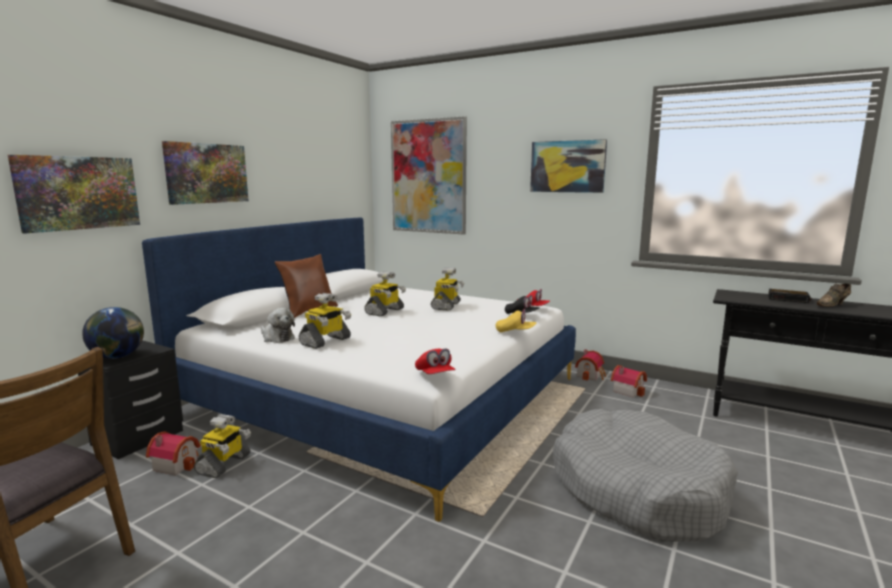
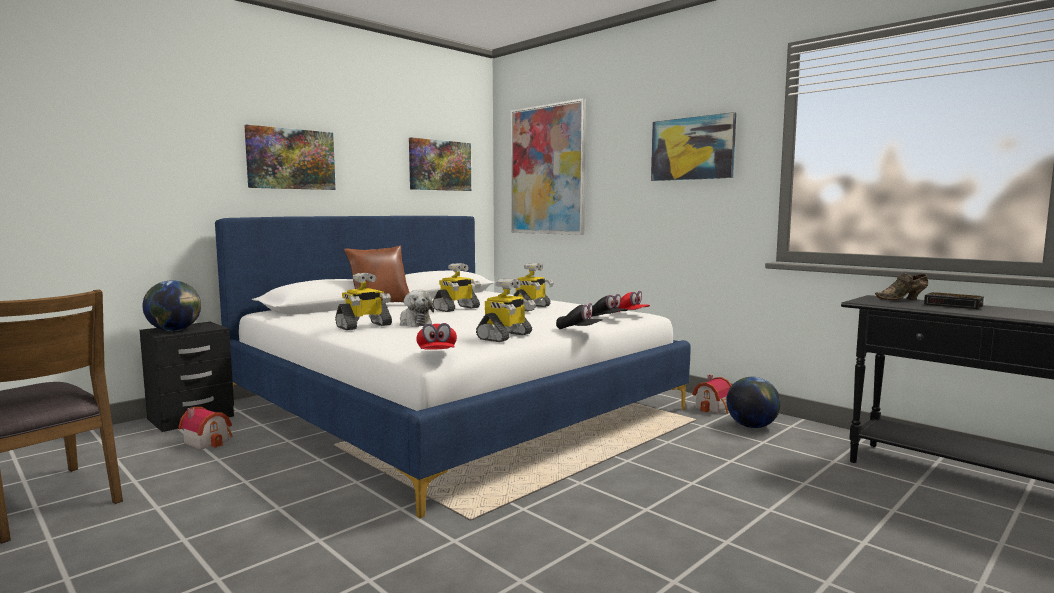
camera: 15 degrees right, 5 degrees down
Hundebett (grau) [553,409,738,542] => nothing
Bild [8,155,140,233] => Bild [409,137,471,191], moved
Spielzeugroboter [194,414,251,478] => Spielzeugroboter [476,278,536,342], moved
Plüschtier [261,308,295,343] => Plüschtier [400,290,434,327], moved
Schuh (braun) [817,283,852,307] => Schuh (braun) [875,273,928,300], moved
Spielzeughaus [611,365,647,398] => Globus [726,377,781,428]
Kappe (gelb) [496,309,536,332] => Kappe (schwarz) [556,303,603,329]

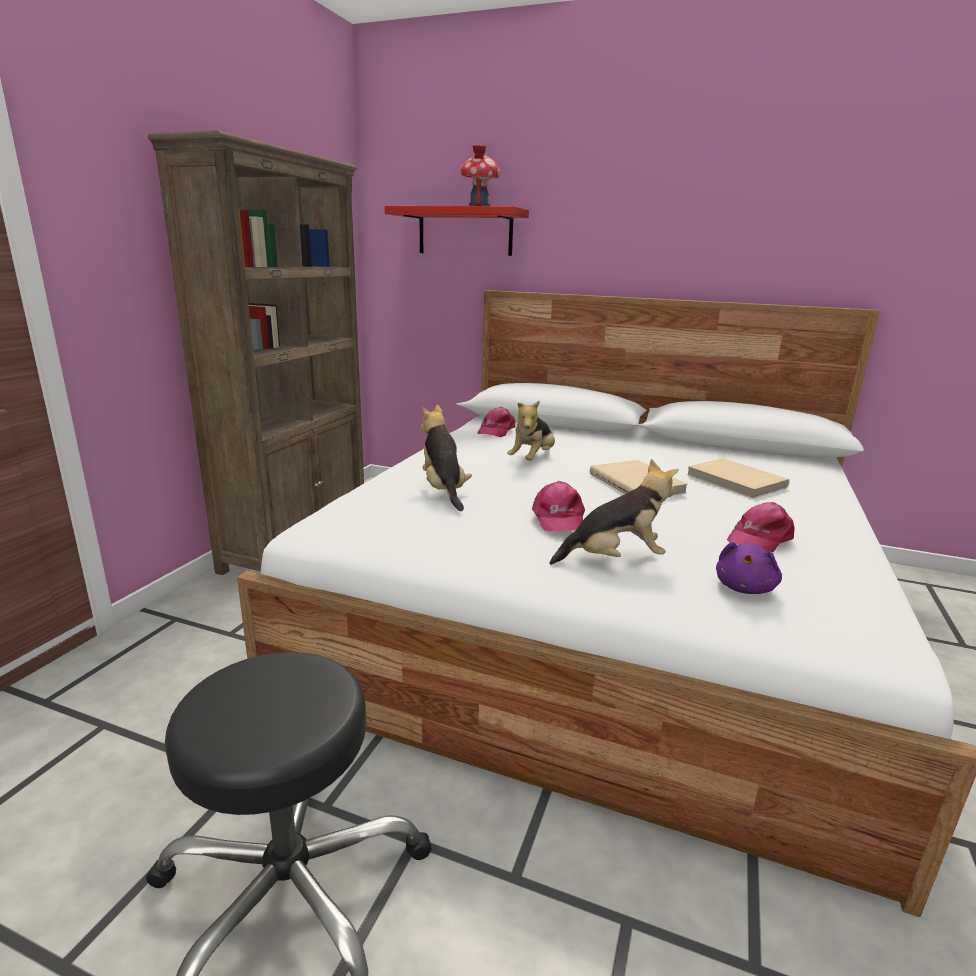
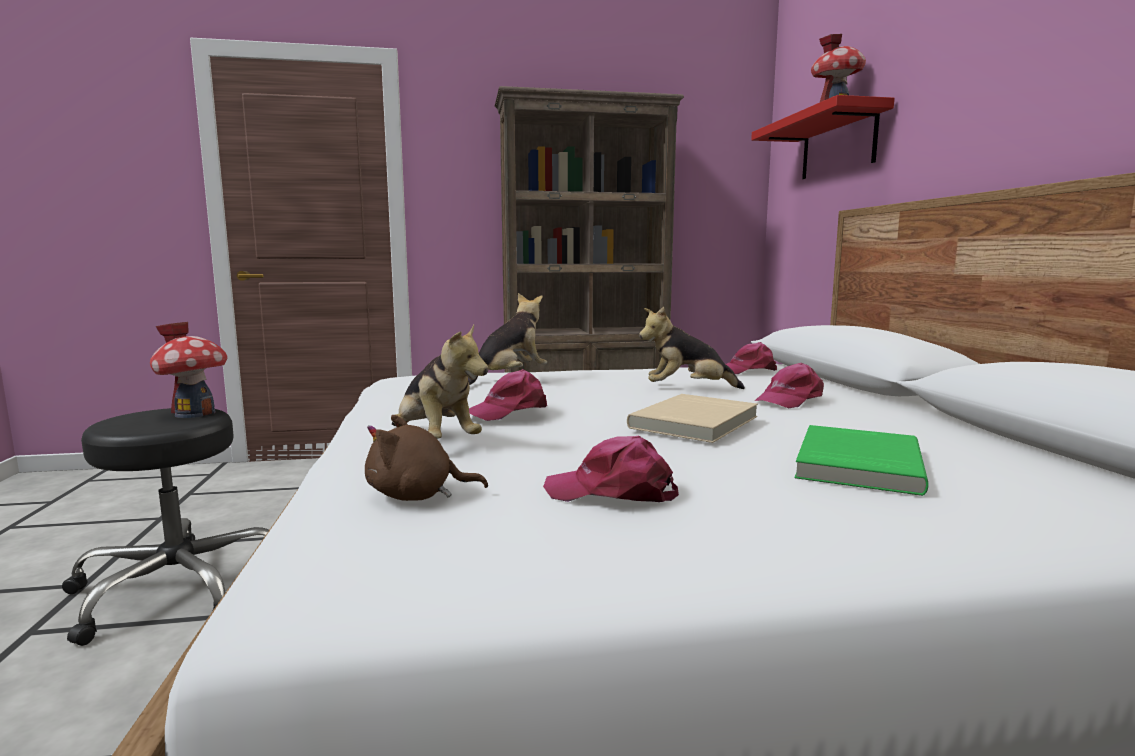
camera: 60 degrees right, 10 degrees down
nothing => Spielzeughaus [150,322,227,418]
nothing => Kappe (rosa) [755,363,824,408]
Buch (beige) [687,458,790,498] => Buch (grün) [795,425,929,496]
Plüschtier (lila) [716,542,782,594] => Plüschtier (braun) [365,415,488,501]

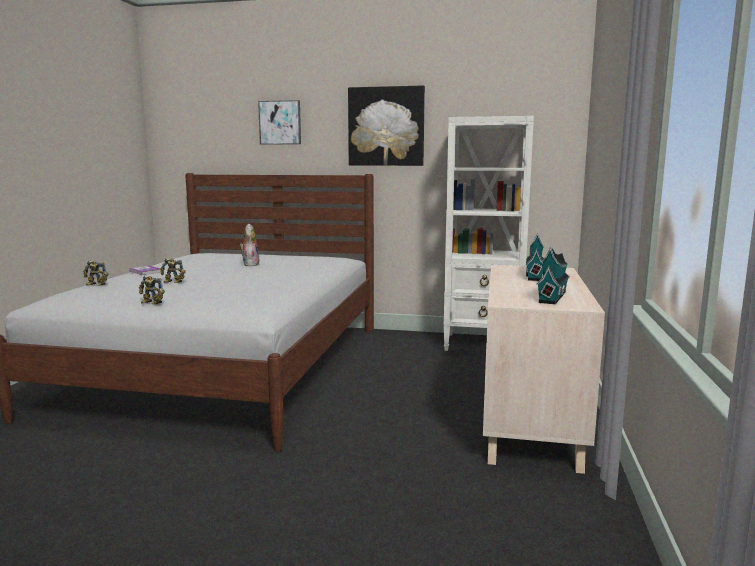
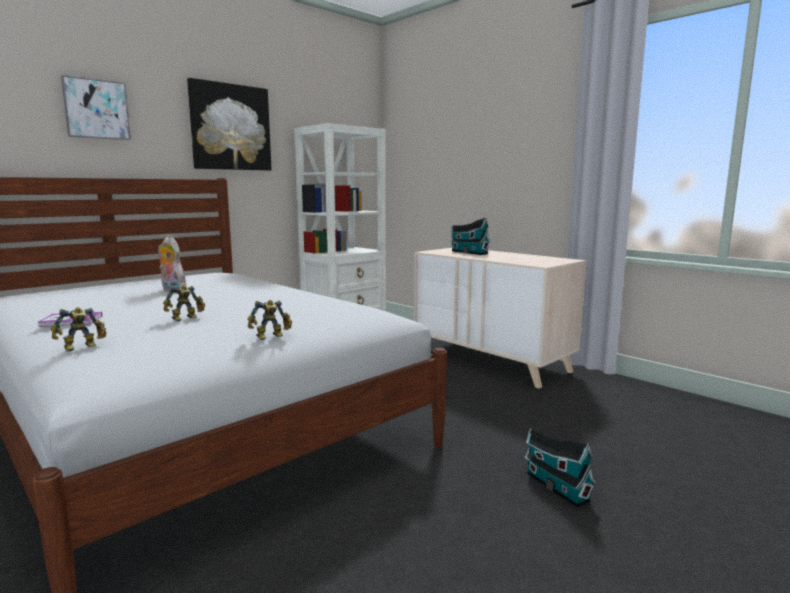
camera: 55 degrees left, 0 degrees up
Spielzeughaus [536,246,570,304] => Spielzeughaus [525,428,596,507], moved

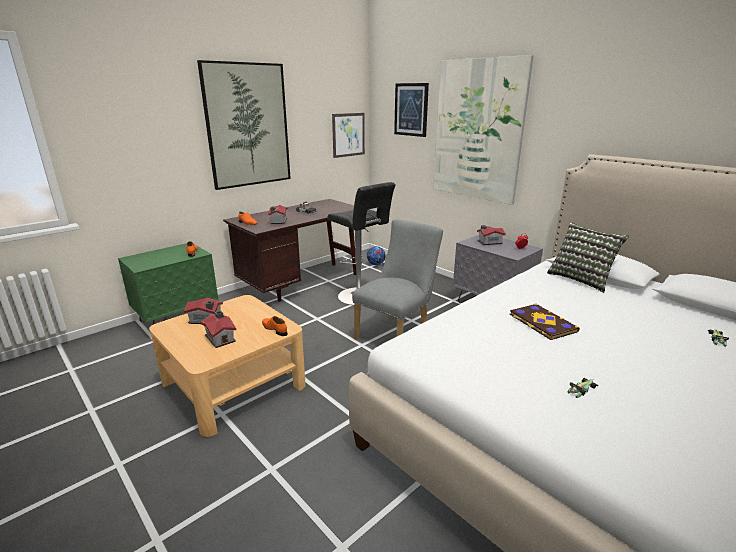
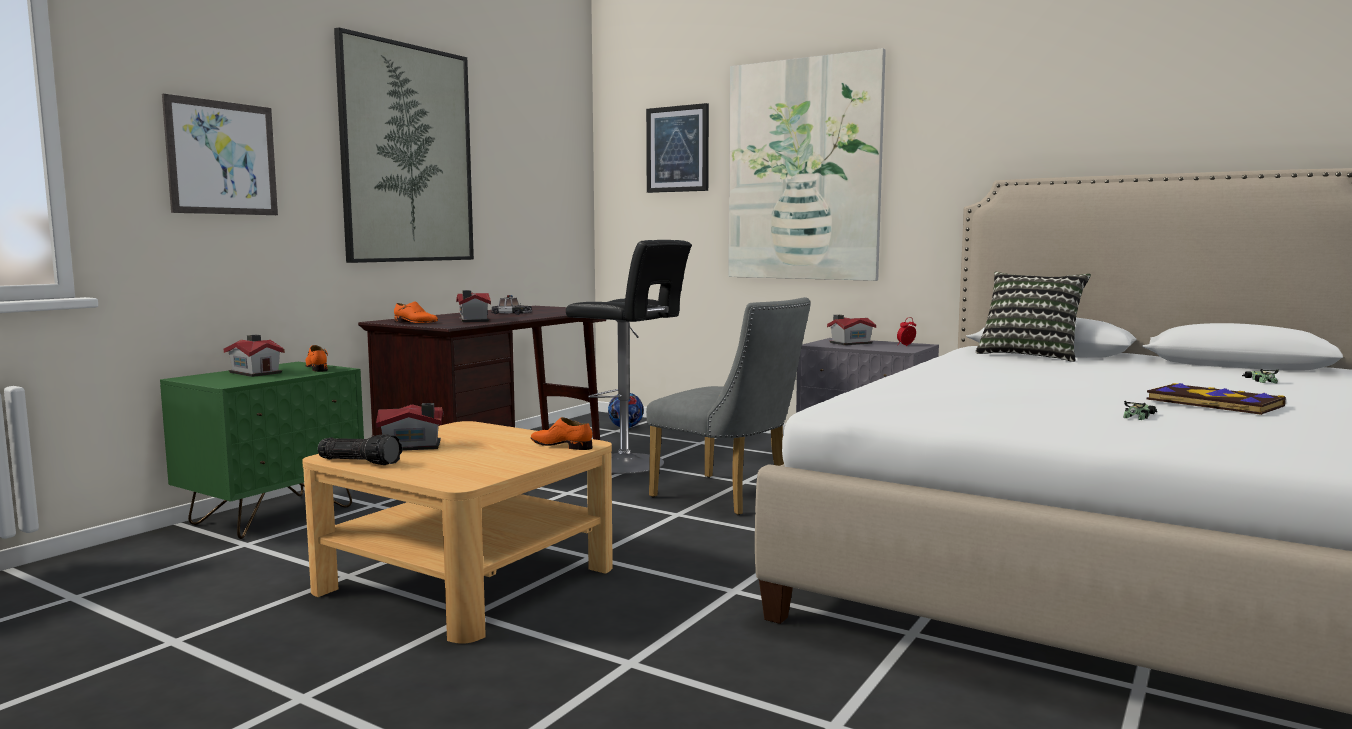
camera: 15 degrees left, 15 degrees down
nothing => Taschenlampe [318,434,402,465]
Spielzeughaus [201,311,236,348] => Spielzeughaus [224,335,285,377], moved
Bild [332,113,365,158] => Bild [162,94,278,215], moved
Buch [510,304,580,340] => Buch [1147,383,1286,415], moved
Stuhl (grau) [352,219,443,339] => Stuhl (grau) [646,297,811,515], 105 degrees clockwise

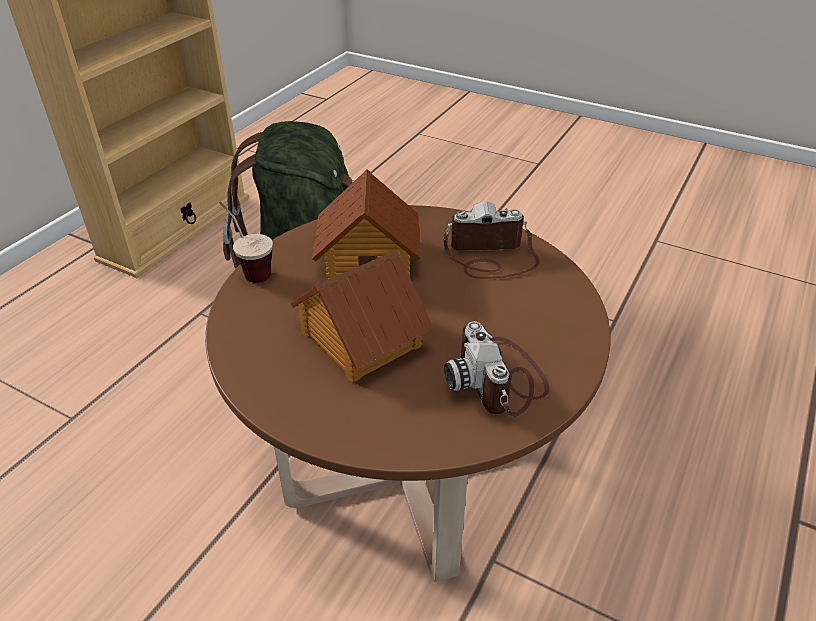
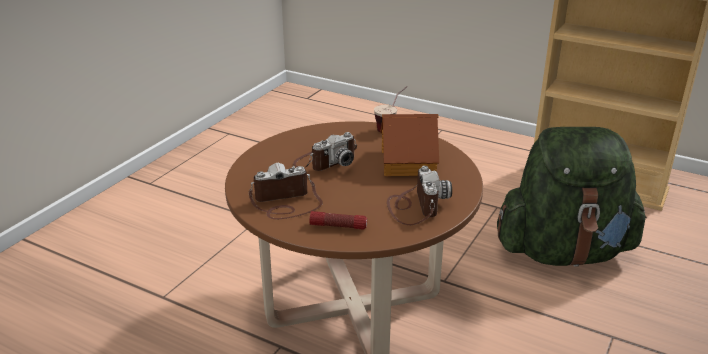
camera: 90 degrees right, 10 degrees down
nothing => Taschenlampe [310,211,367,230]
Spielzeughaus [291,249,434,382] => Kamera [293,132,357,171]

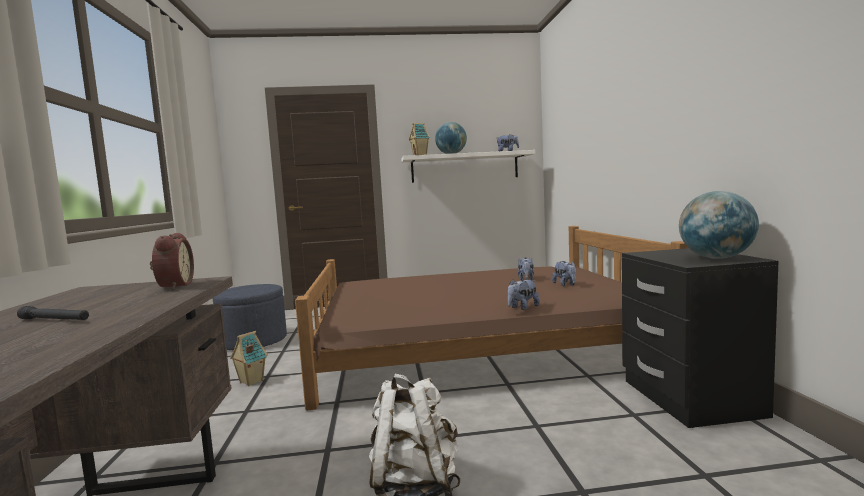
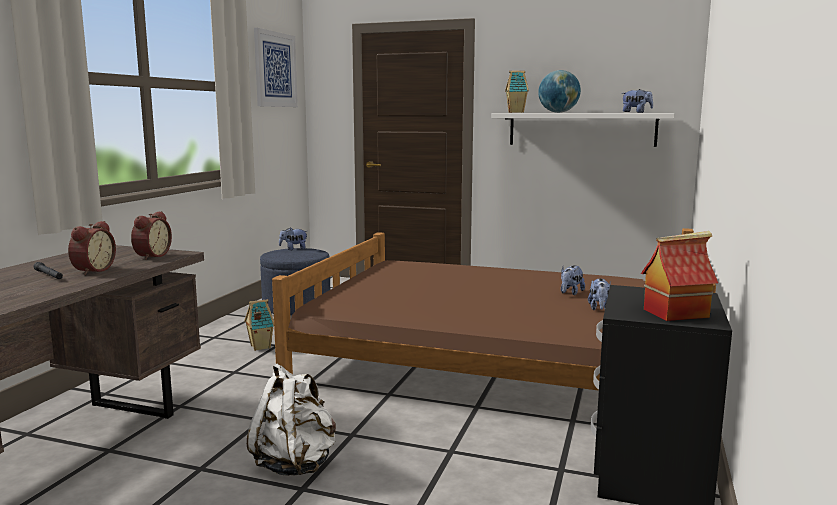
camera: 25 degrees right, 5 degrees up
nothing => Wecker [68,221,116,275]
nothing => Bild [254,28,298,107]
Plüschtier [507,279,540,310] => Plüschtier [279,227,307,250], moved
Globus [679,191,759,259] => Spielzeughaus [641,231,718,321]

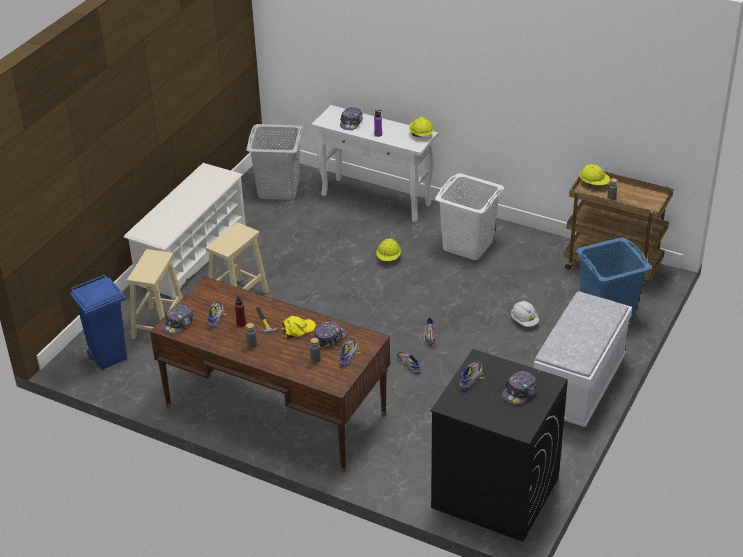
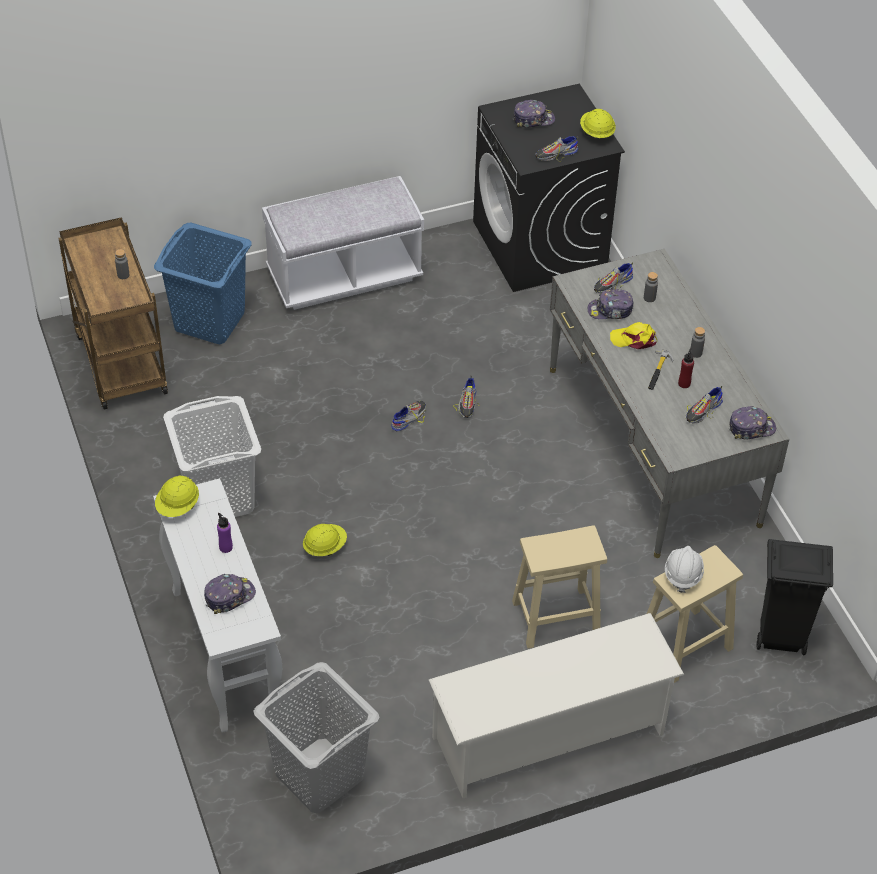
camera: 140 degrees left, 10 degrees up
Schutzhelm (weiß) [511,301,539,327] => Schutzhelm (weiß) [665,546,704,593], moved
Schutzhelm (gelb) [579,164,610,187] => Schutzhelm (gelb) [580,109,616,138], moved
Mülleimer (blau) [70,274,127,370] => Mülleimer (schwarz) [757,539,833,655]
Schreibtisch (braun) [150,276,390,472] => Schreibtisch (grau) [550,249,789,558]

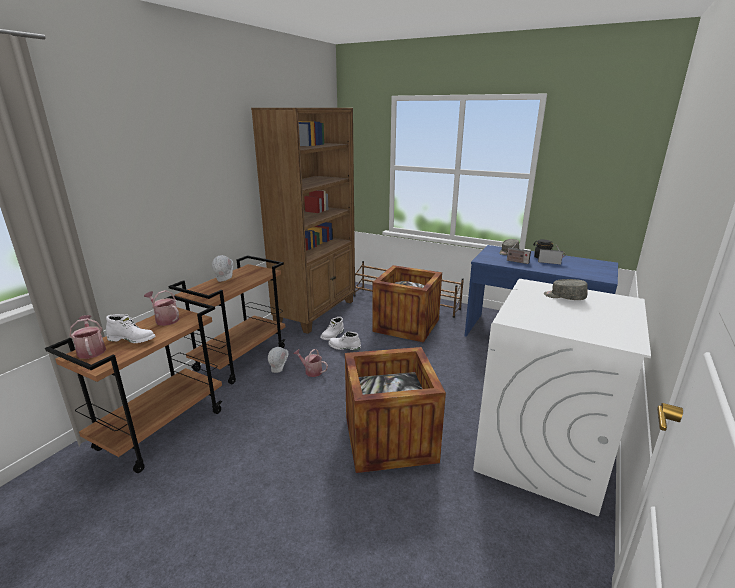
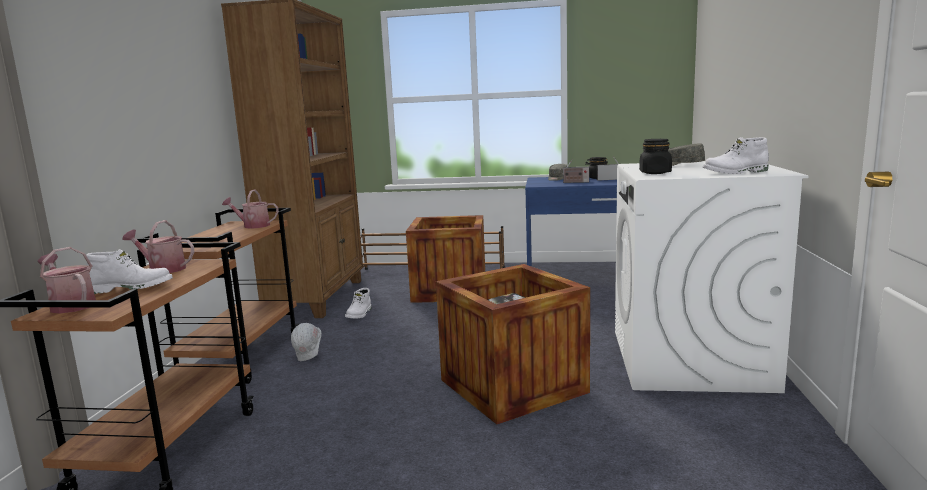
camera: 20 degrees left, 10 degrees down
Schutzhelm (weiß) [212,255,233,282] => nothing
nothing => Vorratsglas (schwarz) [639,139,672,174]
Gießkanne [293,349,328,377] => Gießkanne [222,190,279,229], moved
Stiefel (weiß) [329,331,361,351] => Stiefel (weiß) [703,137,769,174], moved

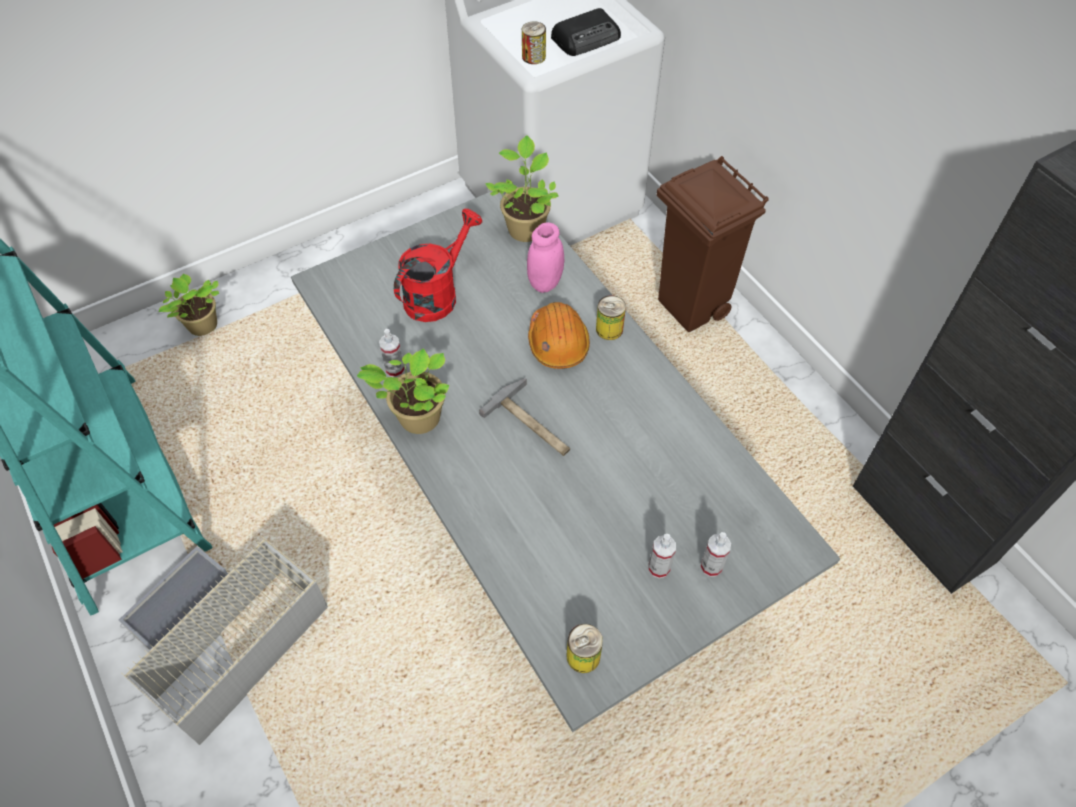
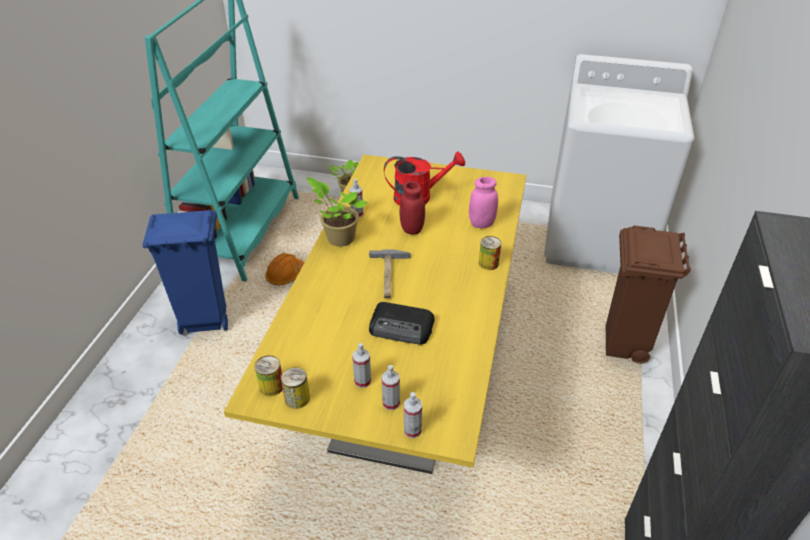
camera: 45 degrees right, 15 degrees down
Topfpflanze [485,135,559,242] => nothing
nothing => Vorratsglas (rot) [400,181,425,235]
nothing => Sprühflasche [404,392,422,438]
Dose [522,21,546,64] => Dose [281,367,310,409], moved
Schutzhelm (orange) [528,302,590,369] => Schutzhelm (orange) [265,253,304,285], moved
Radio [551,8,621,56] => Radio [369,302,434,345], moved
Aufbewahrungsbox (grau) [118,536,328,745] => Mülleimer (blau) [142,210,228,335]
Esstisch (grau) [291,182,840,732] => Esstisch (gelb) [224,155,526,474]

